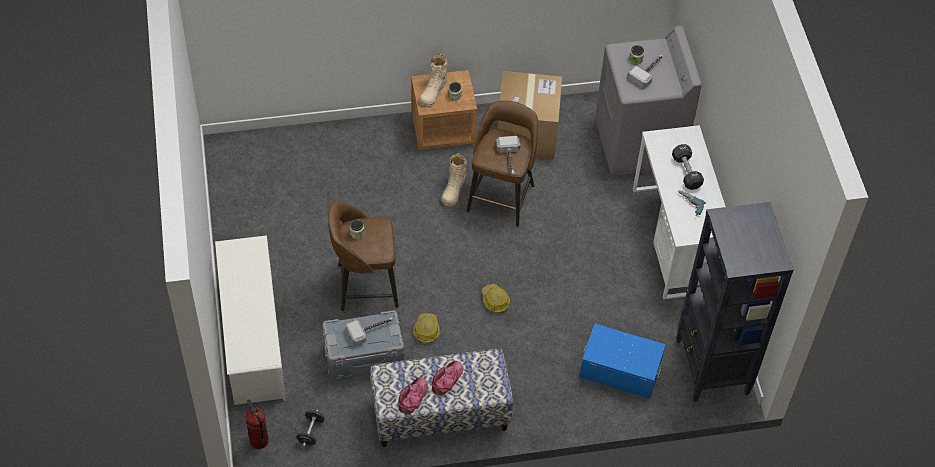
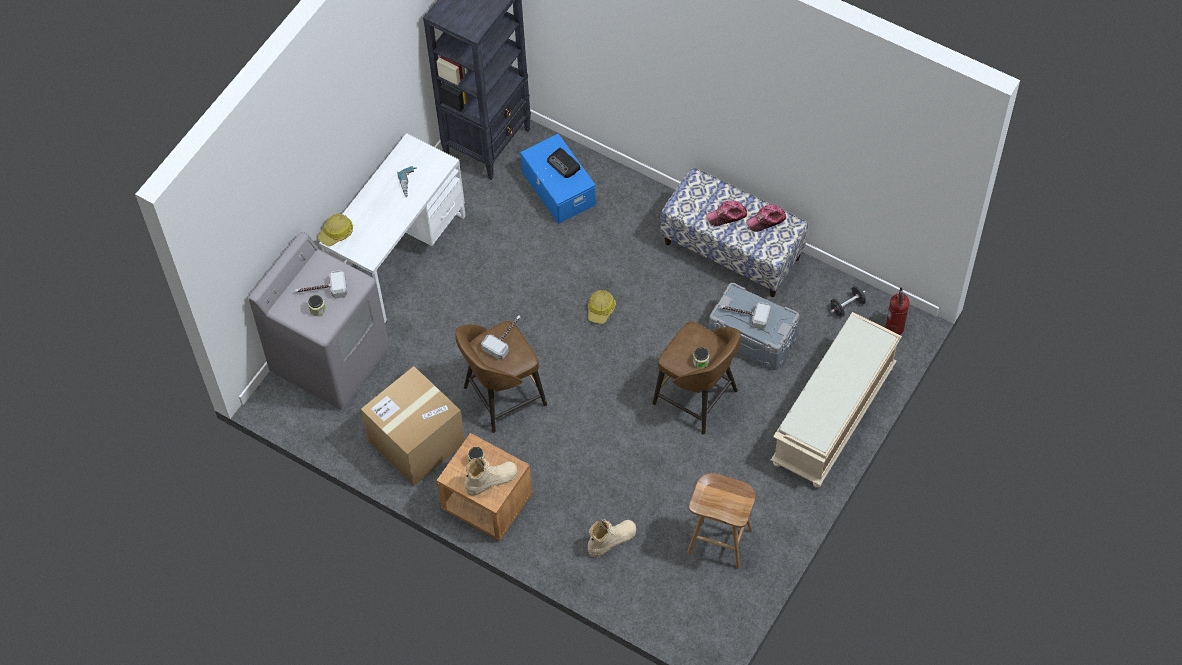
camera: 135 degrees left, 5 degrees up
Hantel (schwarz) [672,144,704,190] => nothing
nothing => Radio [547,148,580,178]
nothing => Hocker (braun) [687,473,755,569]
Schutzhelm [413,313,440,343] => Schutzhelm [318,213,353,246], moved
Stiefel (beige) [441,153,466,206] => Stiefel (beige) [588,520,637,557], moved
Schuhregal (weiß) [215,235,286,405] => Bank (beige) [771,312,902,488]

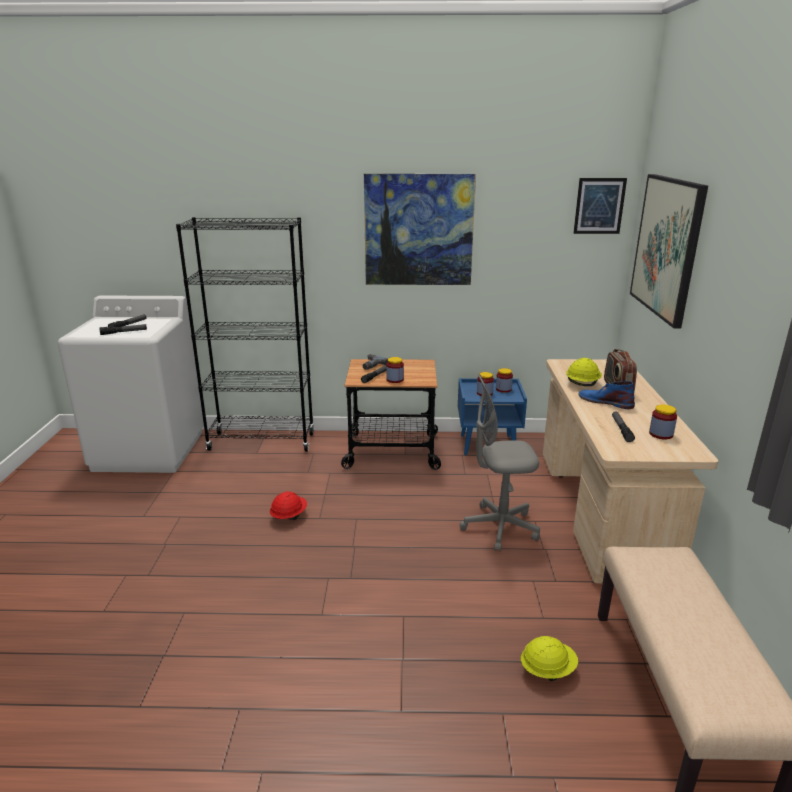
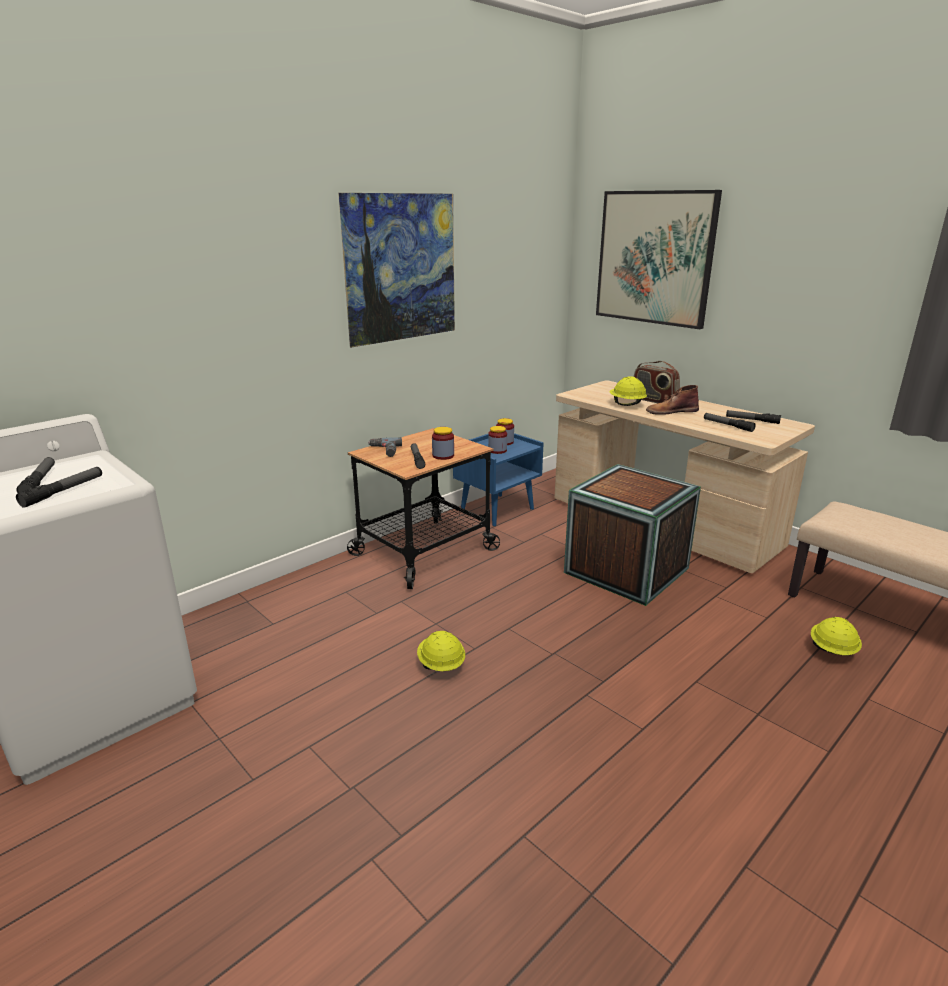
camera: 45 degrees left, 0 degrees up
Bücherregal (schwarz) [176,217,314,452] => nothing
Bild [574,178,627,234] => nothing
Bürostuhl (grau) [460,373,540,551] => Kiste [564,464,701,606]
Vorratsglas [649,404,677,439] => Taschenlampe [726,410,781,424]
Schutzhelm (rot) [270,491,307,520] => Schutzhelm (gelb) [417,631,465,671]
Stiefel (blau) [578,381,635,409] => Stiefel (braun) [646,385,699,415]

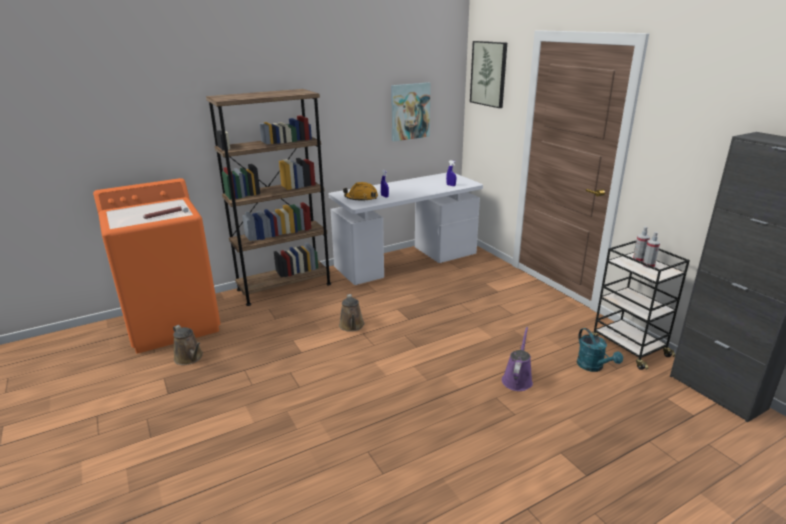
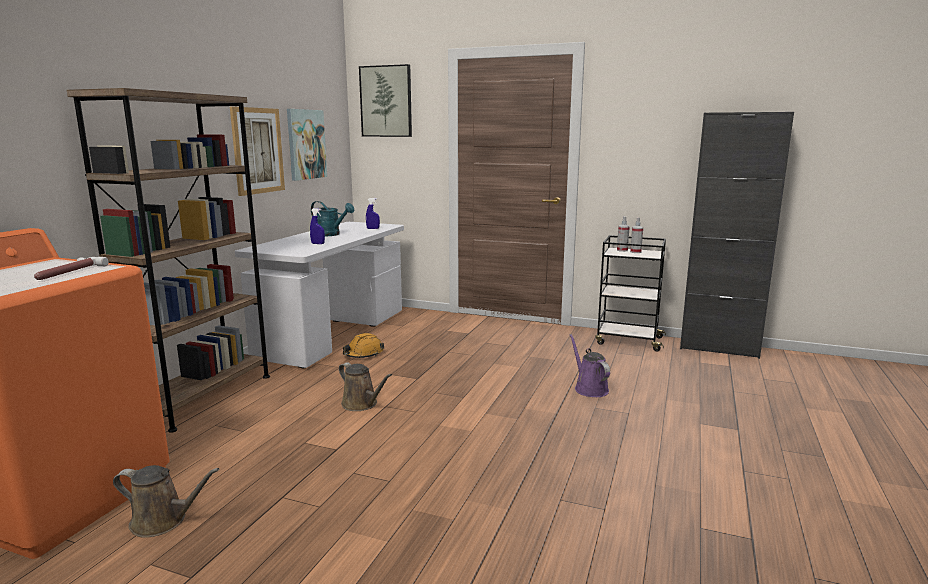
camera: 40 degrees left, 10 degrees down
nothing => Bild [230,107,285,196]
Schutzhelm (orange) [343,182,378,202] => Schutzhelm (orange) [343,333,384,358], moved
Gießkanne (türkis) [577,328,623,372] => Gießkanne (türkis) [311,201,354,236], moved

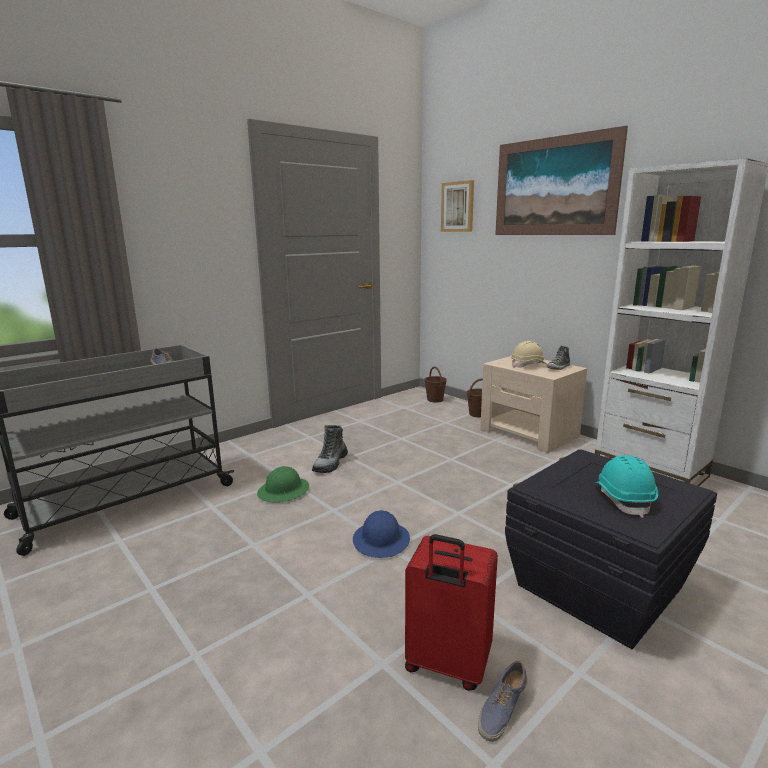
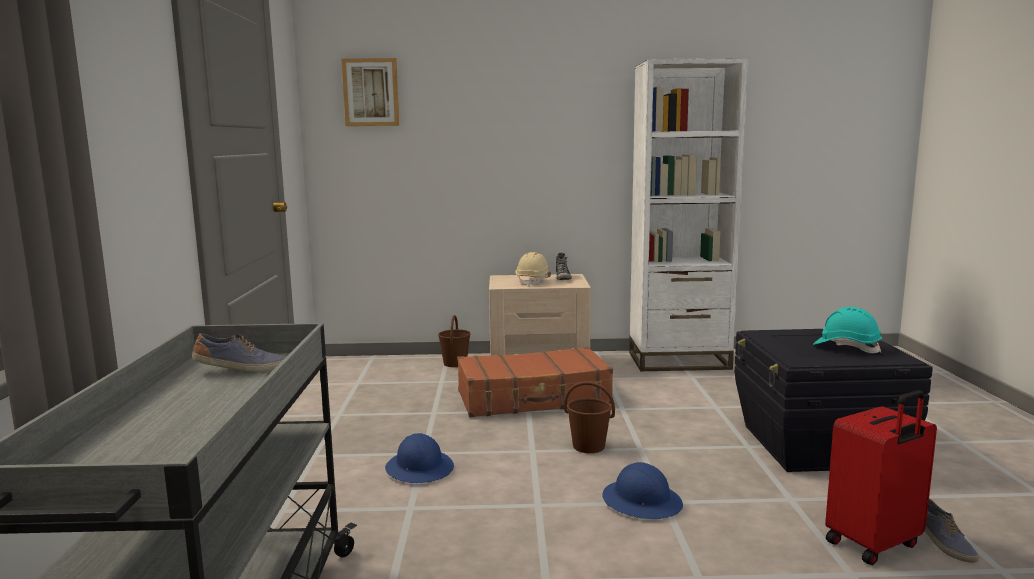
camera: 50 degrees left, 5 degrees down
Schutzhelm (grün) [257,466,309,503] => nothing
Bild [495,126,628,235] => nothing
nothing => Koffer (braun) [457,347,613,417]
Eimer (braun) [424,367,447,402] => Eimer (braun) [564,381,615,453], moved
Stiefel [312,425,348,473] => Schutzhelm (blau) [385,433,454,483]

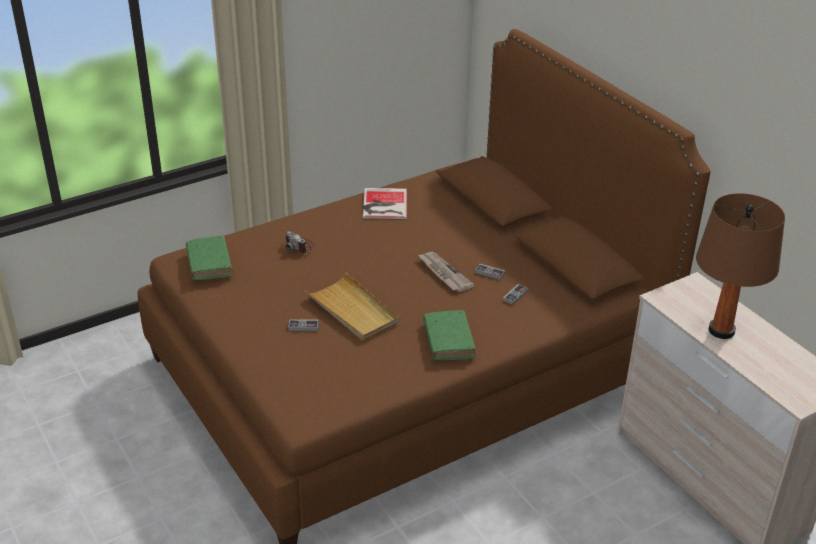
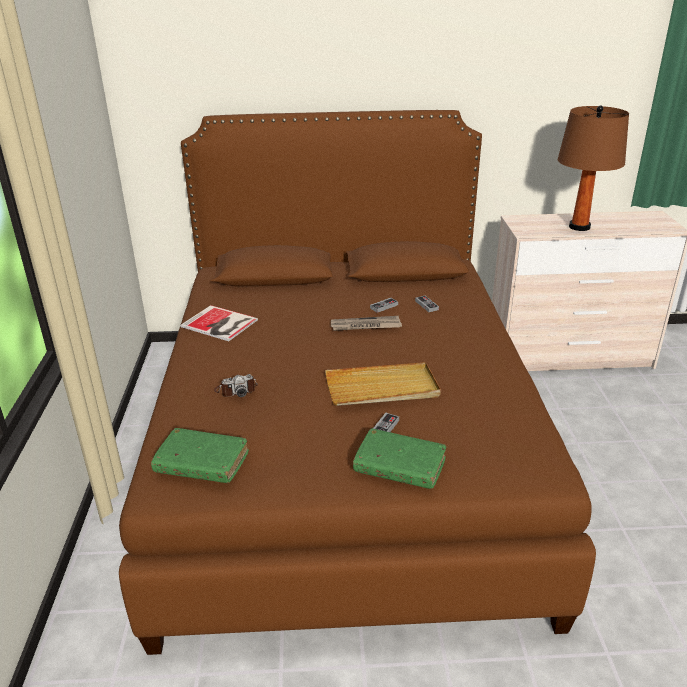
camera: 60 degrees left, 5 degrees down
Buch (grün) [423,310,476,360] => Buch (grün) [353,429,446,489], moved

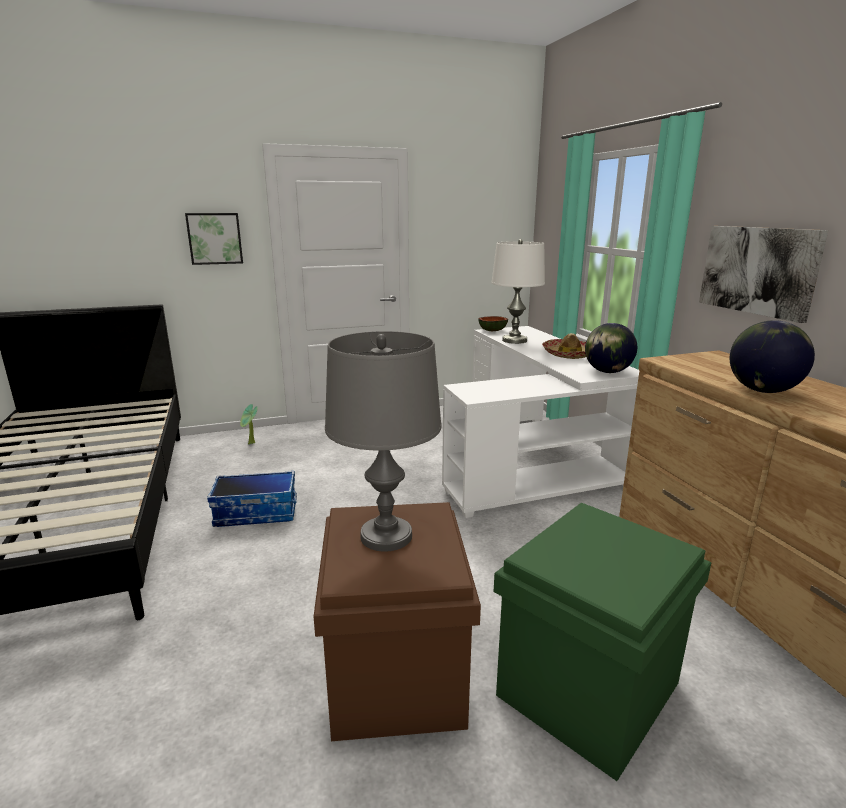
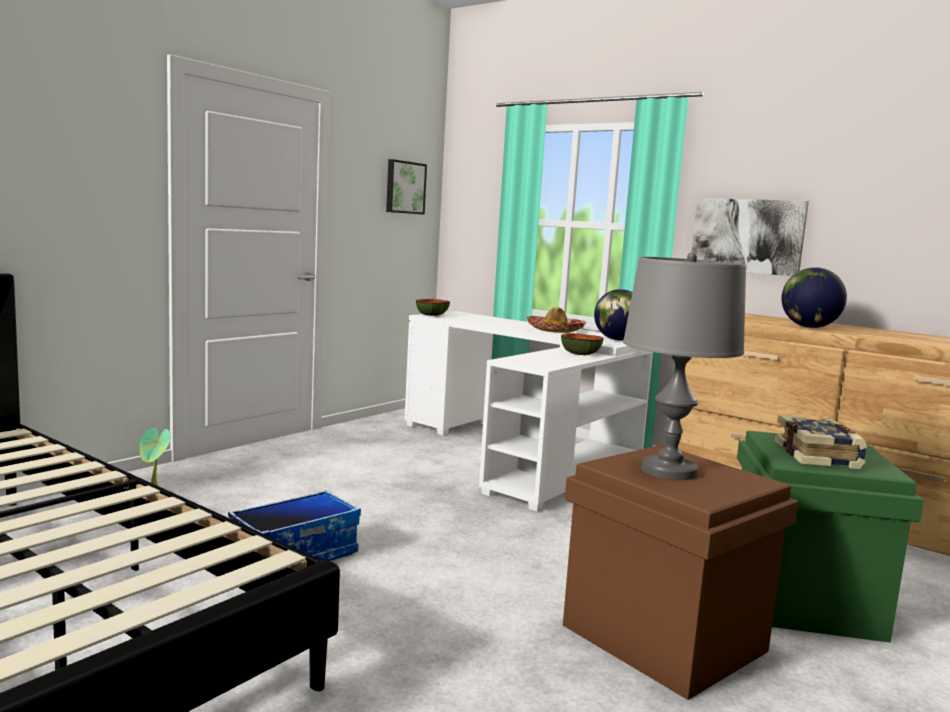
camera: 35 degrees left, 10 degrees down
Tischlampe (weiß) [491,239,545,344] => nothing
nothing => Schüssel [561,333,604,355]
nothing => Buch [775,415,868,469]
Bild [185,213,243,265] => Bild [386,159,427,214], moved

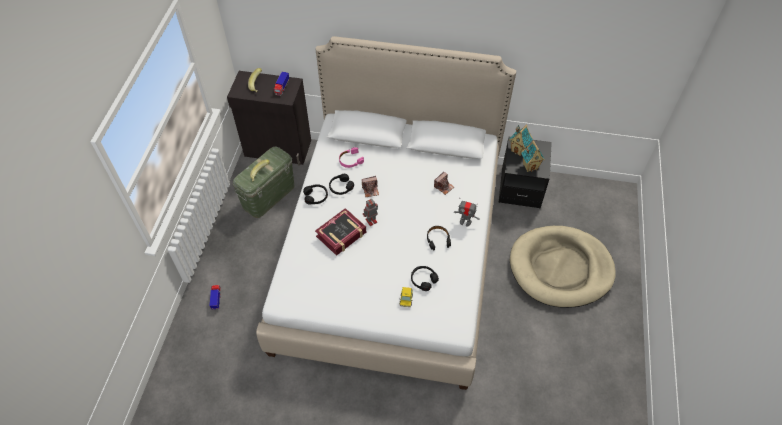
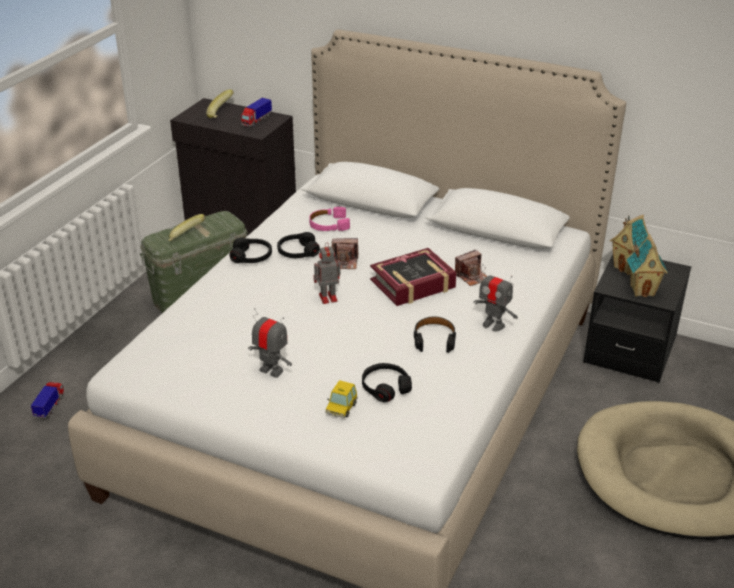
camera: 15 degrees right, 20 degrees down
nothing => Spielzeugroboter [248,308,292,378]
Buch [315,208,366,256] => Buch [370,248,457,306], moved

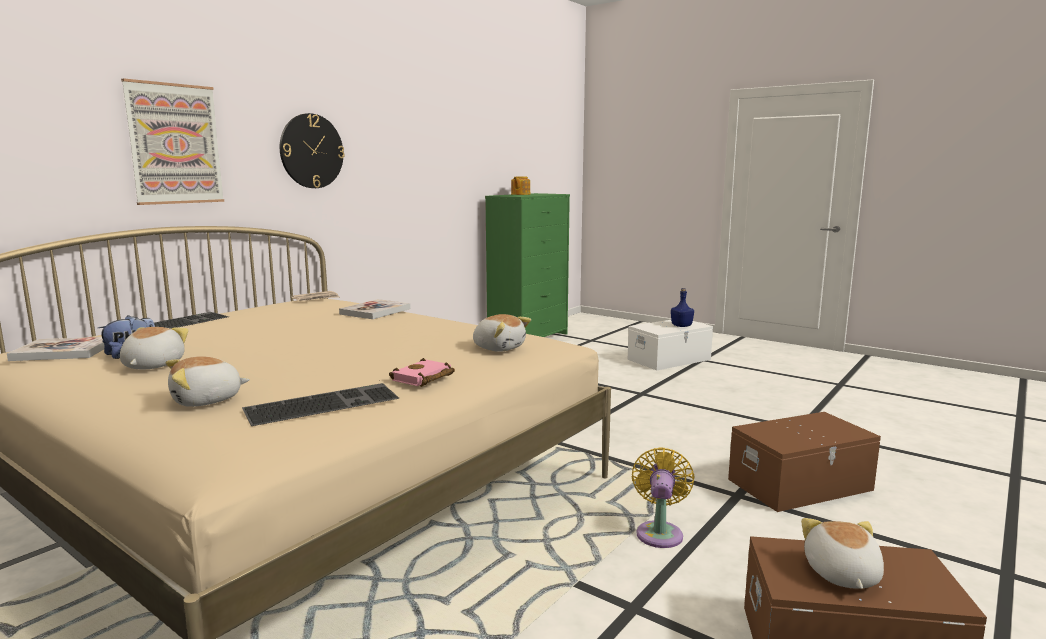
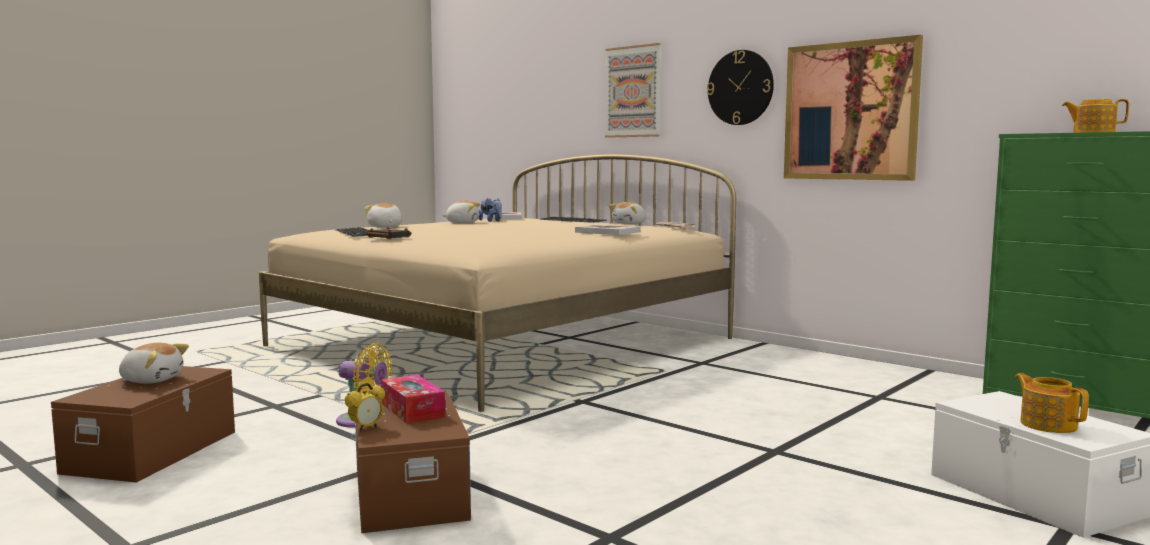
camera: 95 degrees right, 5 degrees down
nothing => Wecker [345,383,385,431]
nothing => Taschentuchbox [381,375,445,424]
nothing => Bild [784,35,923,181]
Plüschtier [473,314,531,352] => Plüschtier [609,202,646,224], moved
Flasche (blau) [671,288,694,327] => Teekanne [1015,373,1089,433]
Buch (rosa) [389,358,455,387] => Buch (schwarz) [366,227,411,239]

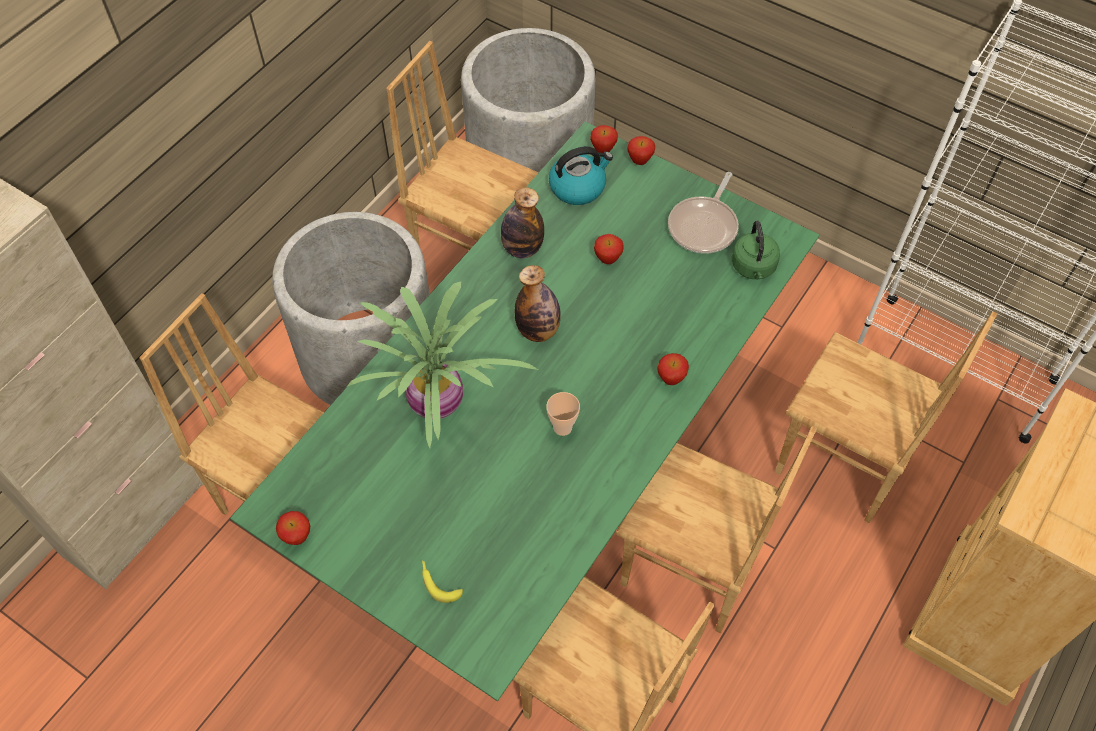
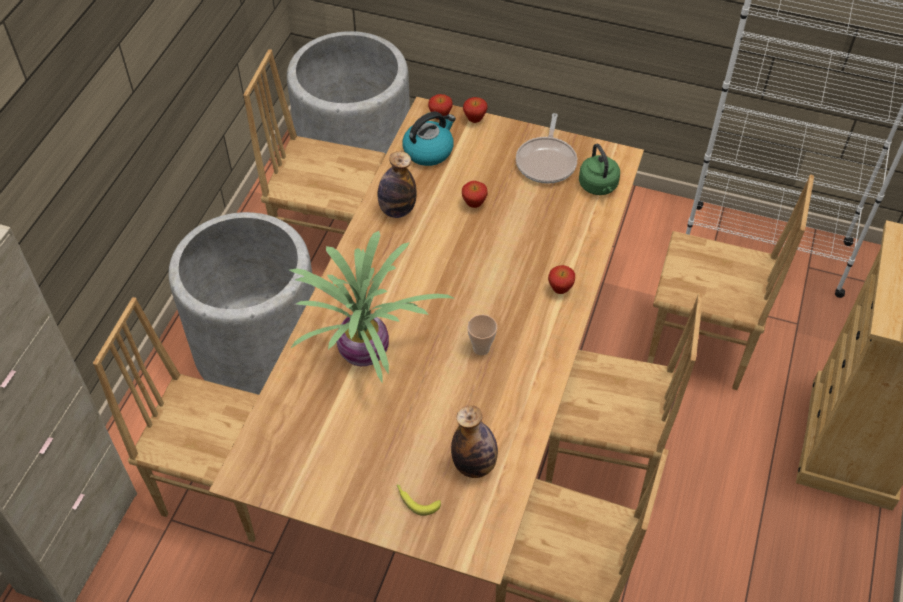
camera: 15 degrees left, 5 degrees down
Apfel [276,511,310,545] => nothing
Flasche [515,265,561,342] => Flasche [451,405,498,478], moved
Esstisch (grün) [230,122,820,701] => Esstisch (braun) [209,97,644,586]

